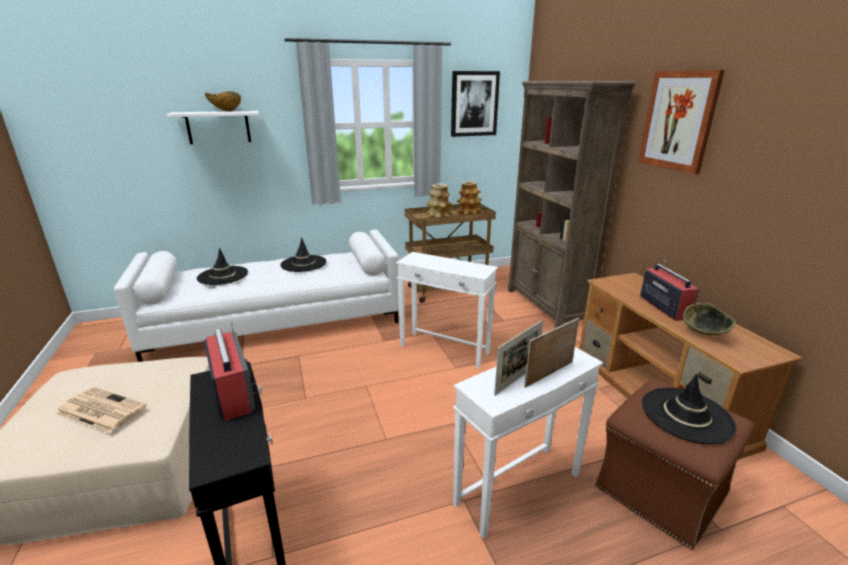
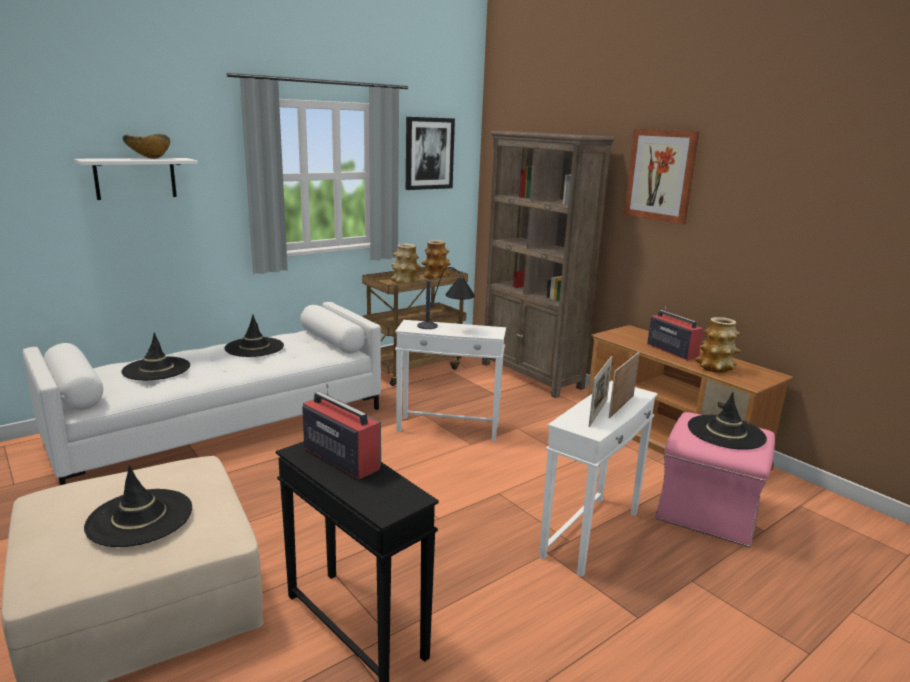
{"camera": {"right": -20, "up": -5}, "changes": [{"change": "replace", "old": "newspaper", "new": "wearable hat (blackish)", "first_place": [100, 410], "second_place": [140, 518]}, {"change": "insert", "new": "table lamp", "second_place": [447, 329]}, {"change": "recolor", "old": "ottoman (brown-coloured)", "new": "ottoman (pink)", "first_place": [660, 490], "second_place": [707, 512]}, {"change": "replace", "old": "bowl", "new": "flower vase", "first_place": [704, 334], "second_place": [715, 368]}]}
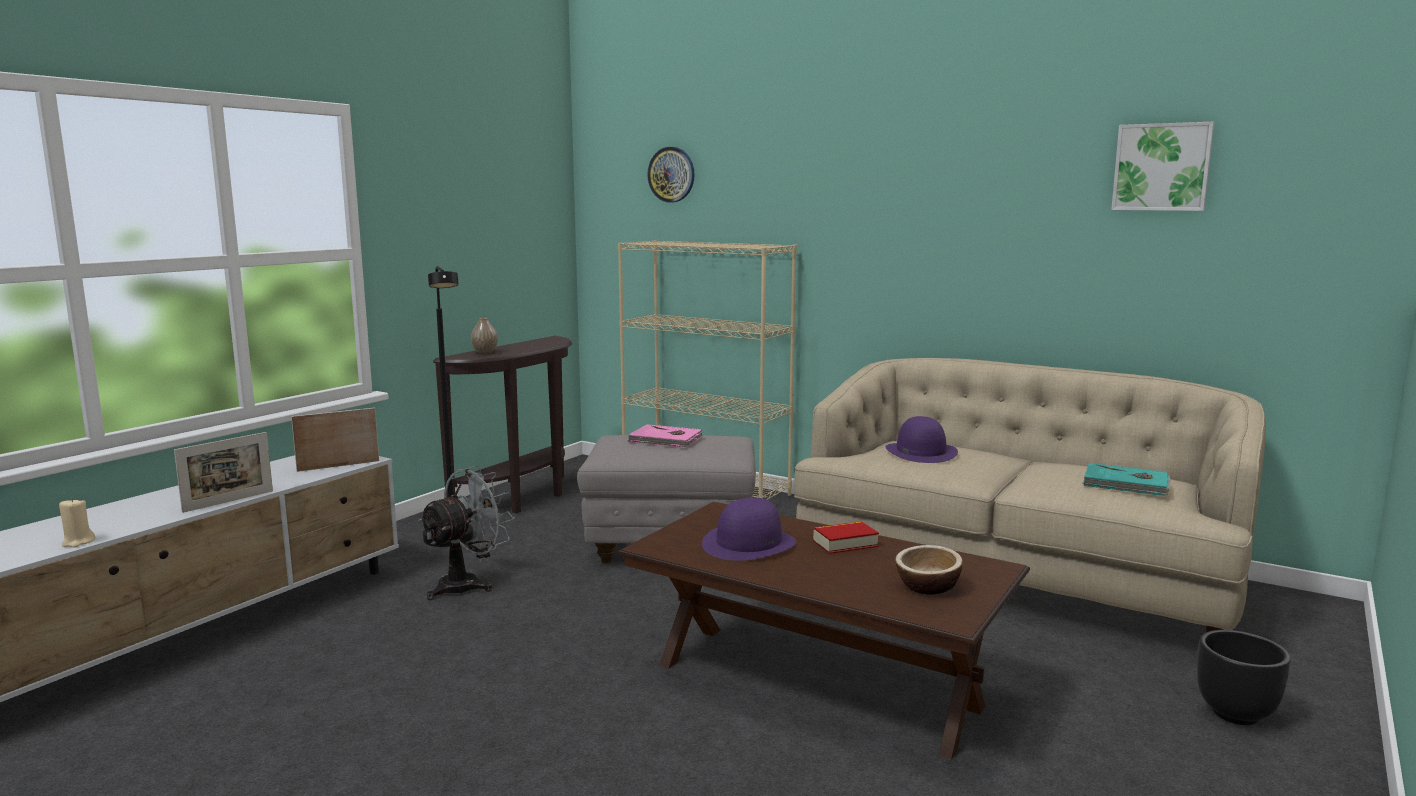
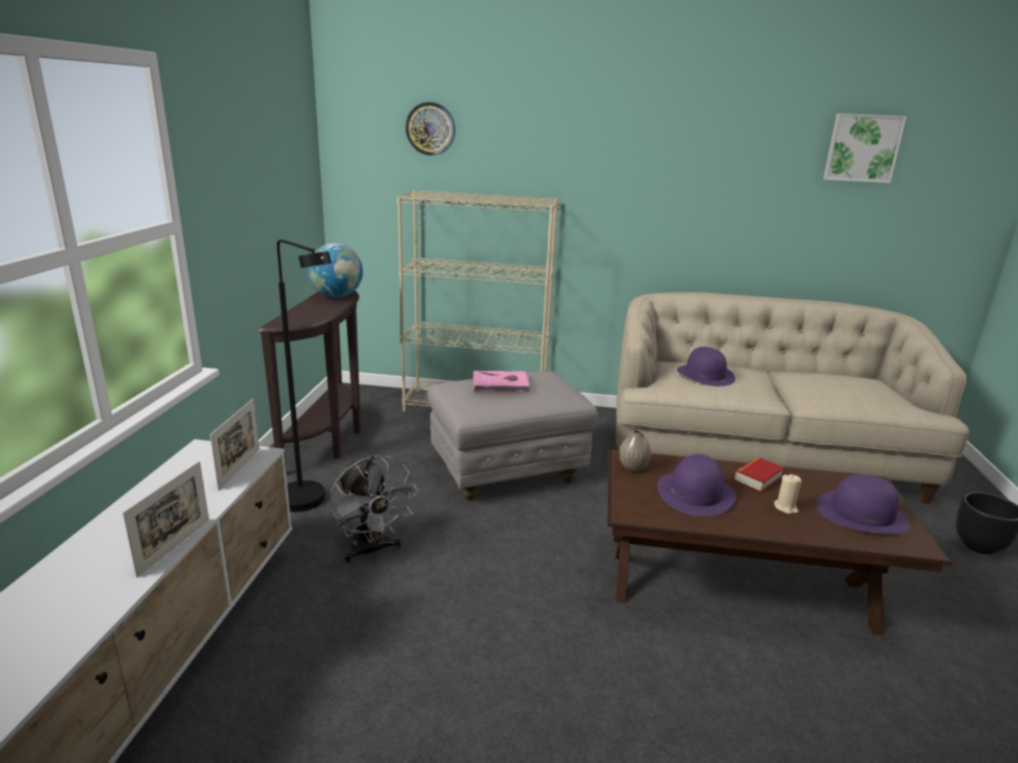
{"camera": {"right": -25, "up": 10}, "changes": [{"change": "rotate", "old": "picture frame", "first_place": [338, 466], "second_place": [239, 469], "degrees": 150}, {"change": "insert", "new": "globe", "second_place": [337, 296]}, {"change": "rotate", "old": "fan (greyish)", "first_place": [467, 584], "second_place": [372, 551], "degrees": 135}, {"change": "move", "old": "flower vase", "first_place": [485, 352], "second_place": [633, 467]}, {"change": "move", "old": "candle (beige)", "first_place": [78, 542], "second_place": [785, 508]}, {"change": "replace", "old": "bowl", "new": "wearable hat (purple-coloured)", "first_place": [927, 586], "second_place": [862, 513]}, {"change": "delete", "old": "book (turquoise)", "first_place": [1126, 484]}]}
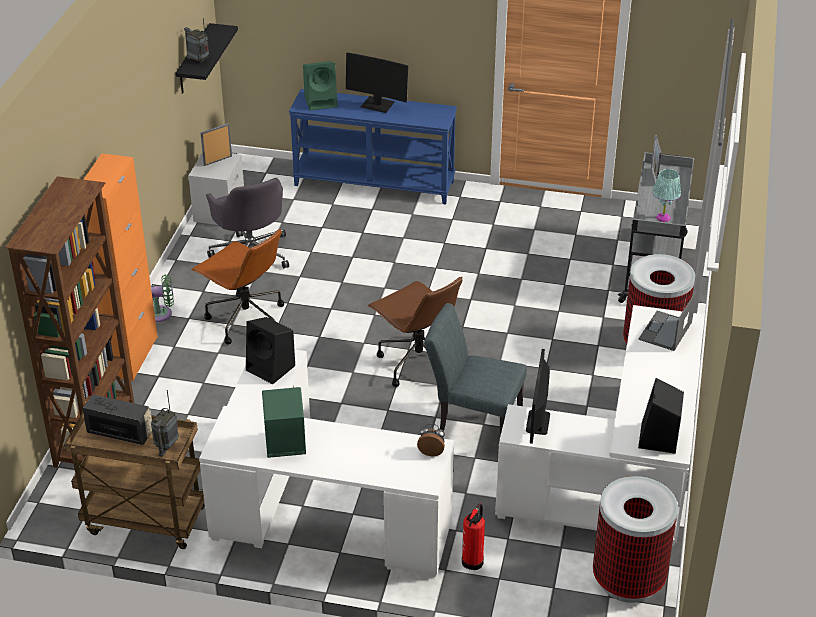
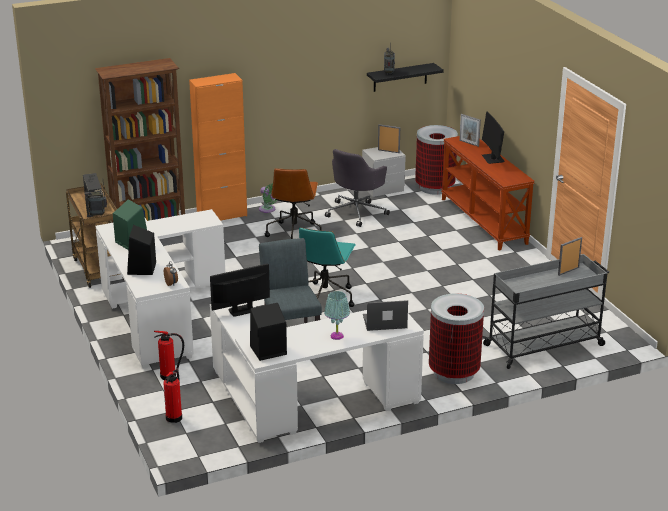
{"camera": {"right": 55, "up": -10}, "changes": [{"change": "move", "old": "loudspeaker (blackish)", "first_place": [272, 368], "second_place": [142, 269]}, {"change": "insert", "new": "fire-fighting cylinder", "second_place": [175, 417]}, {"change": "recolor", "old": "office chair (brown-coloured)", "new": "office chair (turquoise)", "first_place": [417, 363], "second_place": [325, 297]}, {"change": "move", "old": "table lamp (turquoise)", "first_place": [663, 217], "second_place": [337, 336]}, {"change": "move", "old": "trash can", "first_place": [628, 580], "second_place": [435, 187]}, {"change": "recolor", "old": "console table (blue)", "new": "console table (brown-coloured)", "first_place": [375, 183], "second_place": [484, 221]}, {"change": "replace", "old": "loudspeaker (greenish)", "new": "picture frame", "first_place": [321, 101], "second_place": [469, 143]}]}
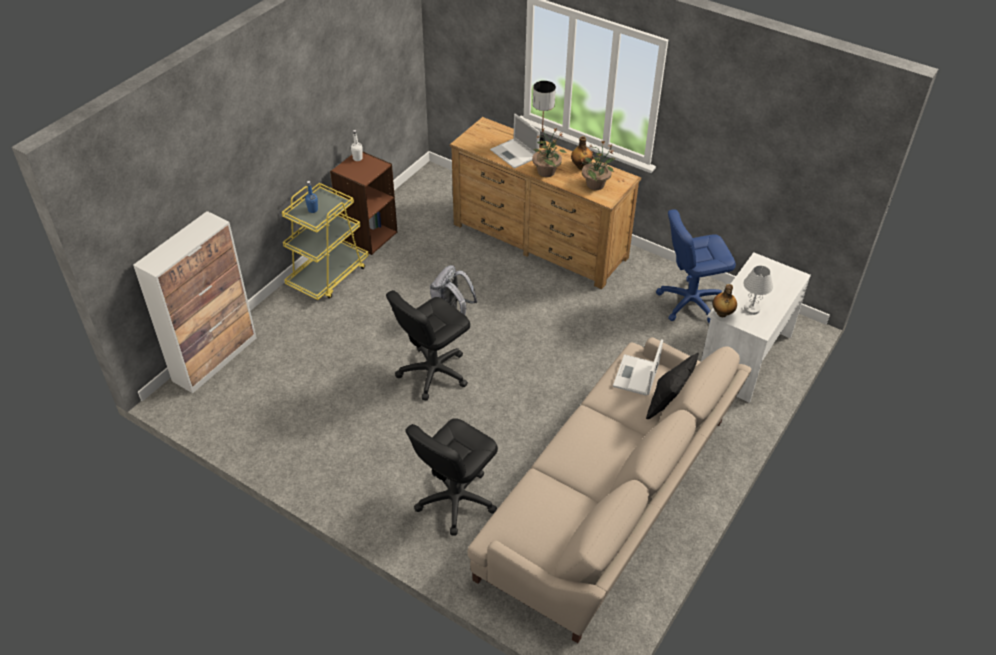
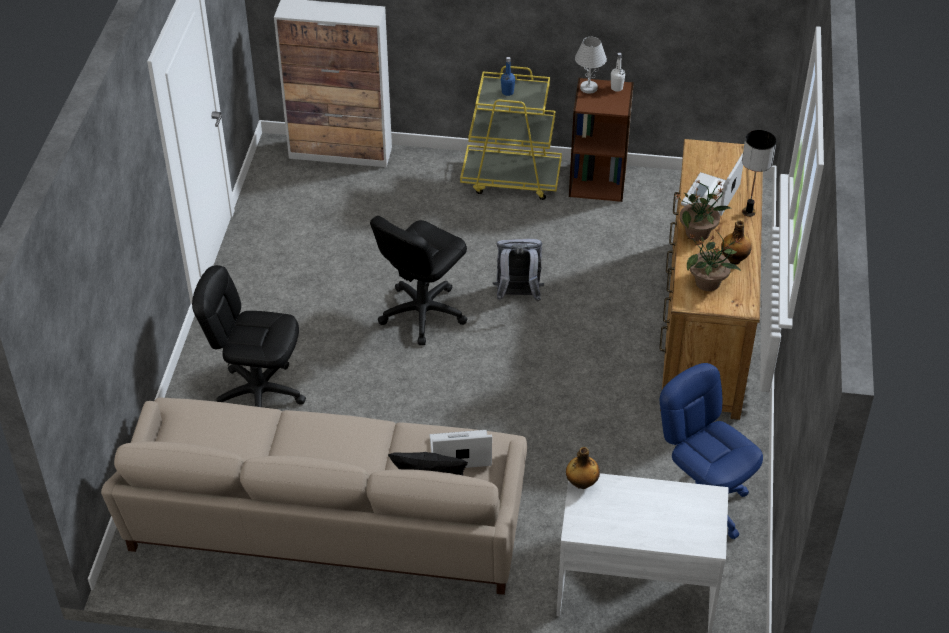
{"camera": {"right": 65, "up": 0}, "changes": [{"change": "rotate", "old": "office chair (blackish)", "first_place": [433, 372], "second_place": [422, 313], "degrees": -75}, {"change": "move", "old": "table lamp (whitish)", "first_place": [751, 308], "second_place": [588, 88]}]}
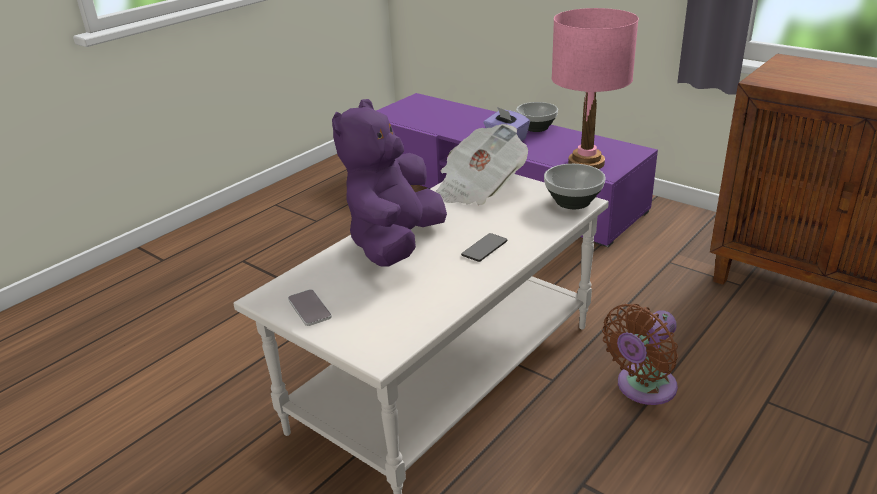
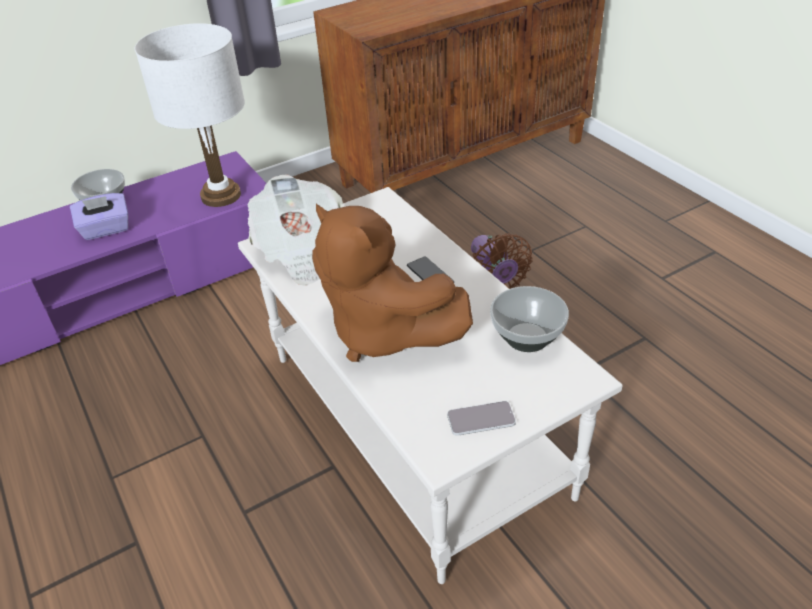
{"camera": {"right": -70, "up": 10}, "changes": [{"change": "recolor", "old": "table lamp (pink)", "new": "table lamp (whitish)", "first_place": [586, 163], "second_place": [221, 196]}, {"change": "recolor", "old": "plush toy (purple-coloured)", "new": "plush toy (brown-coloured)", "first_place": [395, 244], "second_place": [383, 333]}, {"change": "move", "old": "bowl", "first_place": [572, 201], "second_place": [525, 338]}]}
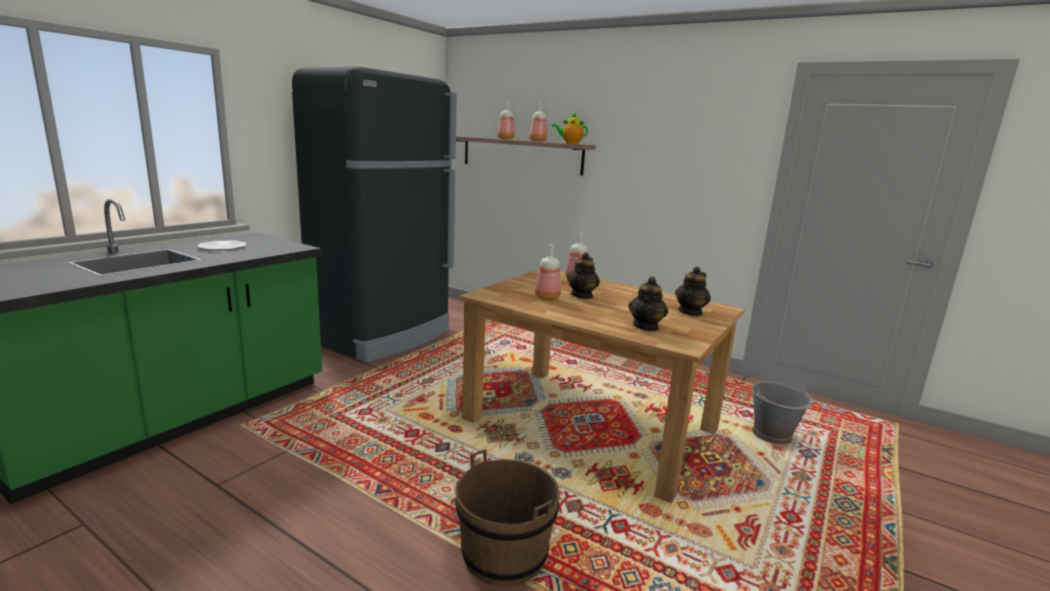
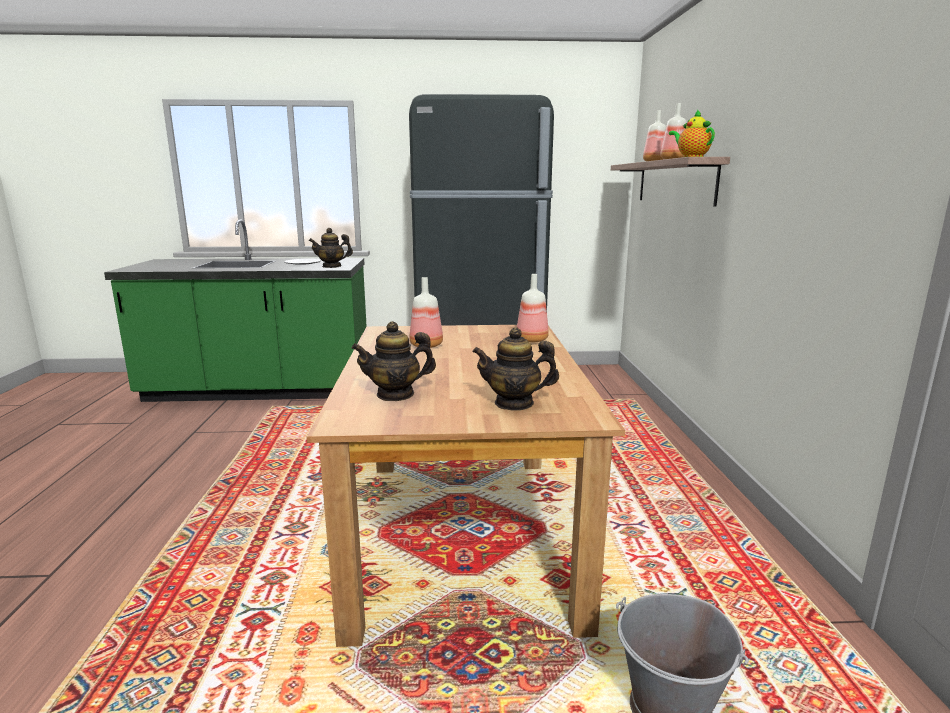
{"camera": {"right": 55, "up": 0}, "changes": [{"change": "move", "old": "tea pot", "first_place": [582, 295], "second_place": [332, 266]}, {"change": "delete", "old": "pail (brown-coloured)", "first_place": [504, 554]}]}
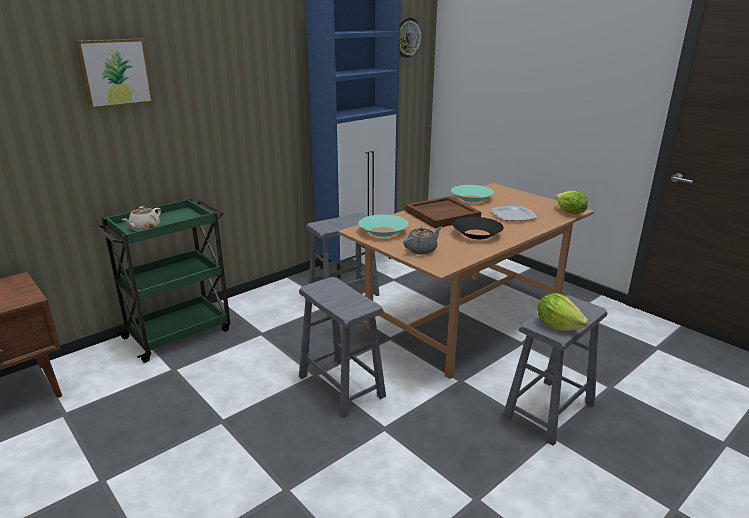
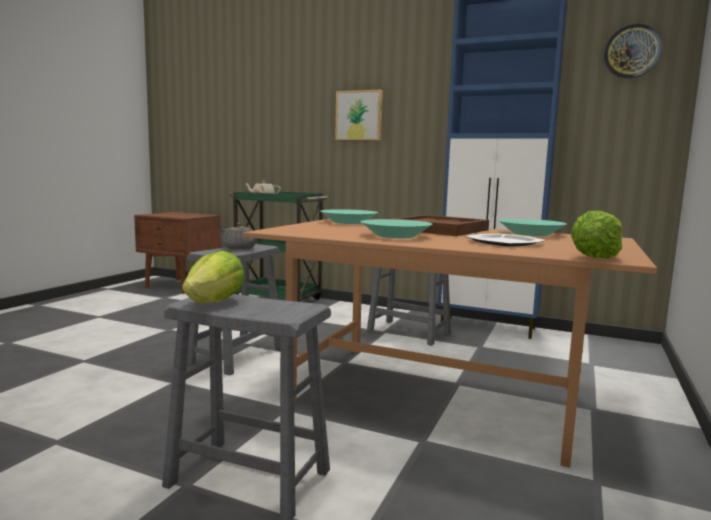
{"camera": {"right": 65, "up": -15}, "changes": [{"change": "move", "old": "tea pot (greyish)", "first_place": [422, 250], "second_place": [240, 248]}, {"change": "move", "old": "picture", "first_place": [115, 72], "second_place": [359, 116]}, {"change": "recolor", "old": "bowl (blackish)", "new": "bowl (turquoise)", "first_place": [477, 234], "second_place": [395, 236]}]}
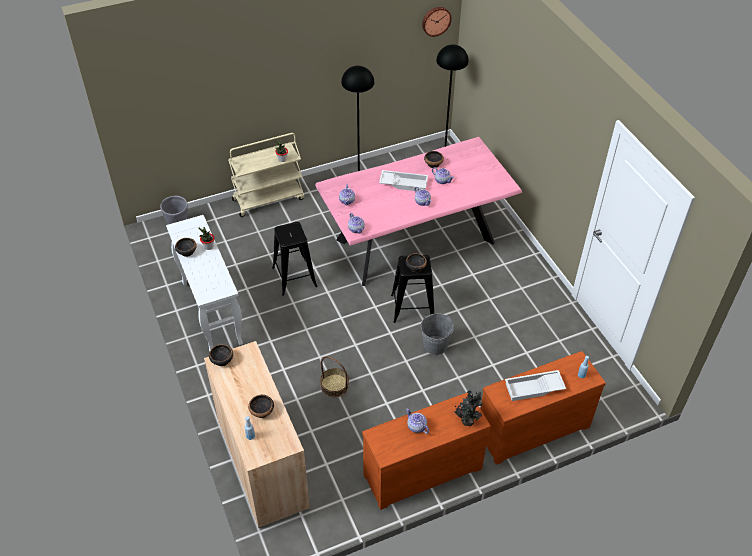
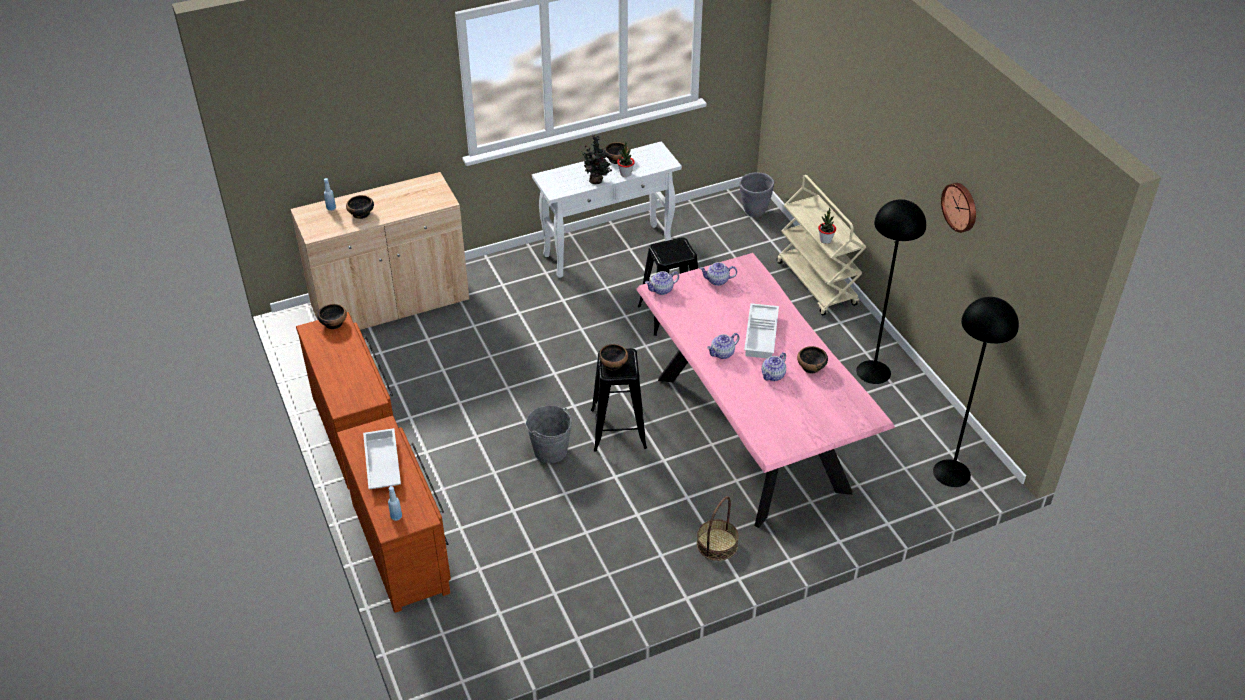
{"camera": {"right": 90, "up": -5}, "changes": [{"change": "move", "old": "bowl", "first_place": [221, 360], "second_place": [333, 323]}, {"change": "move", "old": "houseplant", "first_place": [467, 420], "second_place": [597, 181]}, {"change": "move", "old": "storage basket", "first_place": [334, 385], "second_place": [717, 544]}, {"change": "move", "old": "clock on the wall", "first_place": [436, 20], "second_place": [960, 206]}, {"change": "delete", "old": "tea pot", "first_place": [416, 426]}]}
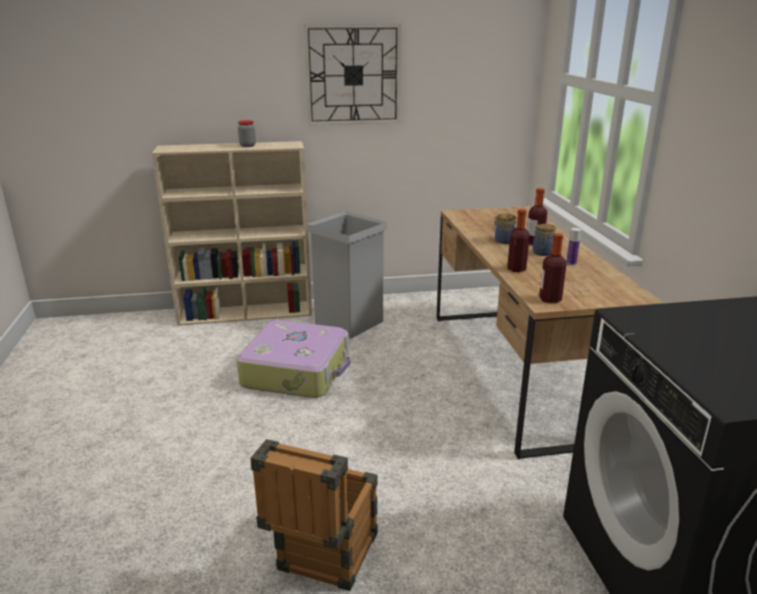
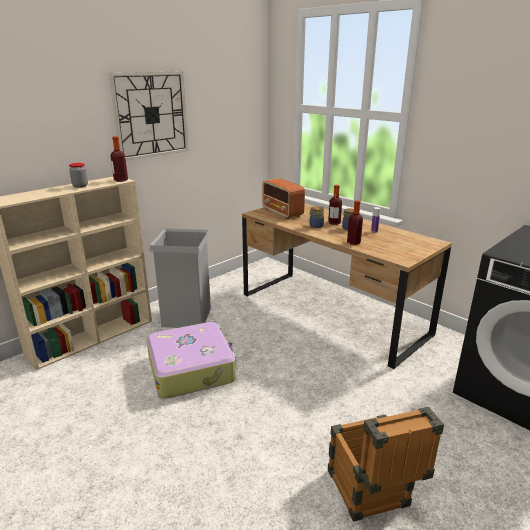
{"camera": {"right": -35, "up": 0}, "changes": [{"change": "move", "old": "drink bottle", "first_place": [550, 299], "second_place": [121, 180]}, {"change": "insert", "new": "radio set", "second_place": [282, 212]}]}
